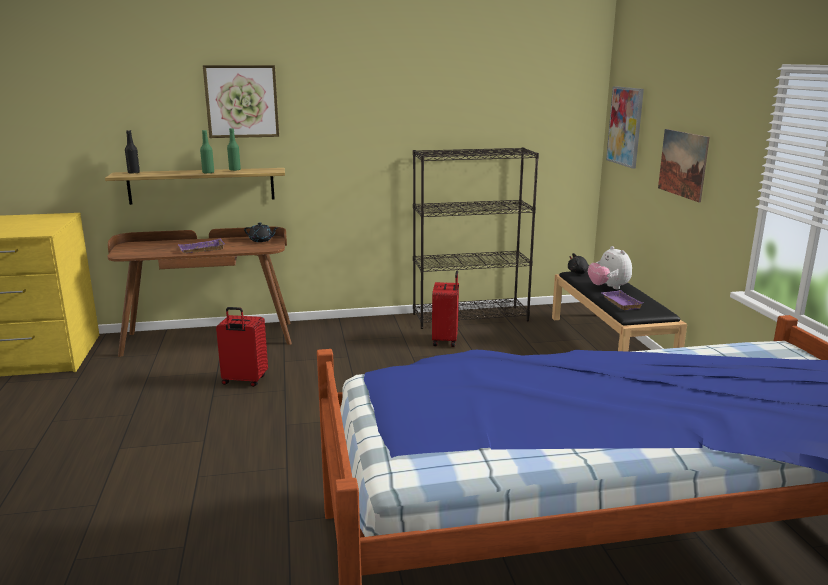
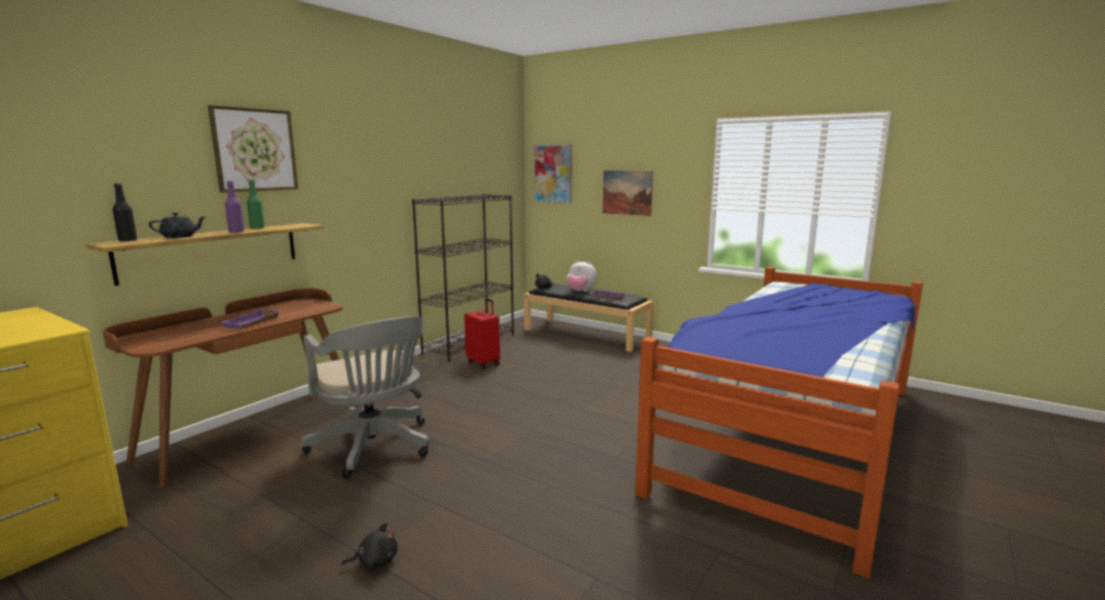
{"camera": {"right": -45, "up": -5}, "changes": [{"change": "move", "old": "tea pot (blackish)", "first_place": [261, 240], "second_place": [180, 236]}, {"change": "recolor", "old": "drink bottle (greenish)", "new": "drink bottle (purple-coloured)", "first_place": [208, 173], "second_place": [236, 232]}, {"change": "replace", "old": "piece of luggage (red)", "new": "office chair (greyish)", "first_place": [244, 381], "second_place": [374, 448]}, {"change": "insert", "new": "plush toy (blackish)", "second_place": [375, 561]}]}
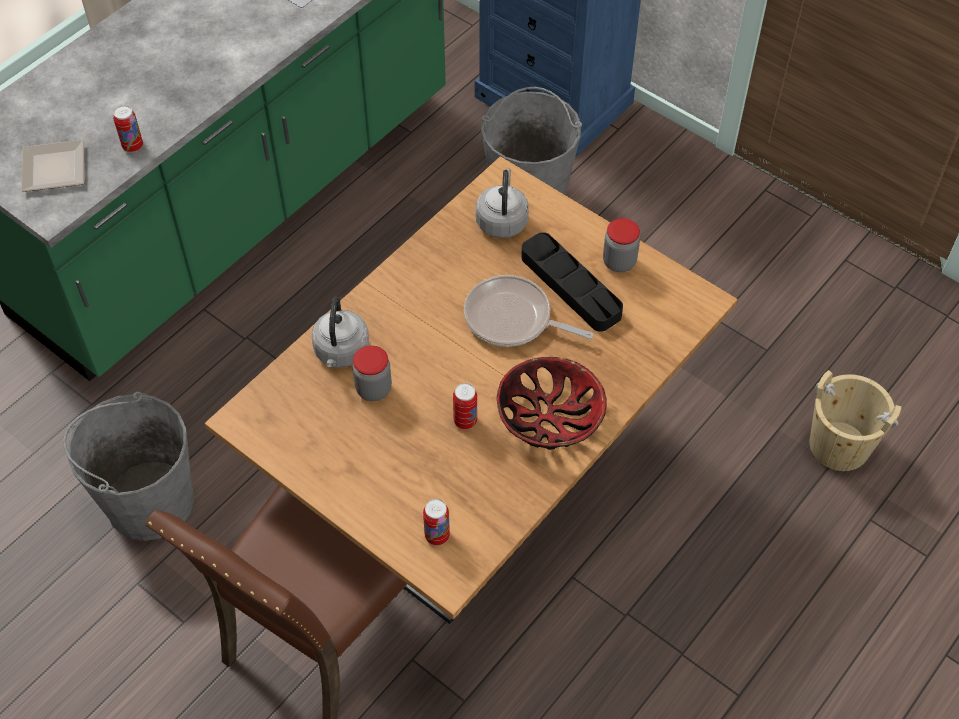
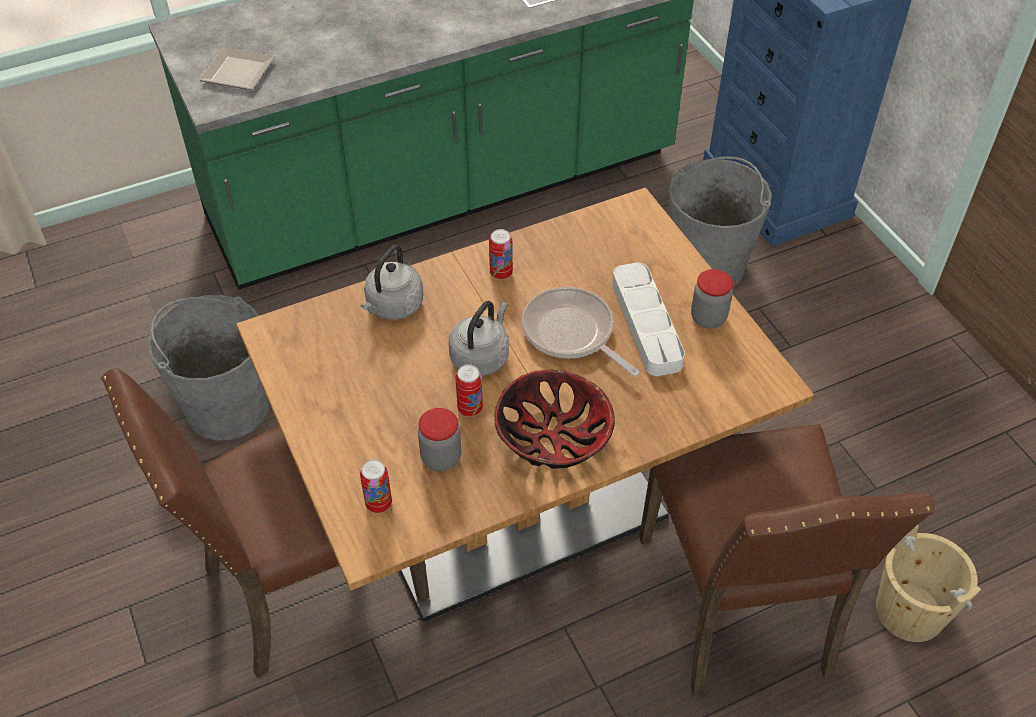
{"camera": {"right": 25, "up": -5}, "changes": [{"change": "move", "old": "storage jar", "first_place": [373, 389], "second_place": [441, 458]}, {"change": "move", "old": "tea kettle (greyish)", "first_place": [502, 220], "second_place": [481, 356]}, {"change": "move", "old": "can", "first_place": [133, 146], "second_place": [501, 273]}, {"change": "recolor", "old": "serving tray (blackish)", "new": "serving tray (whitish)", "first_place": [570, 286], "second_place": [646, 323]}, {"change": "insert", "new": "chair (brown-coloured)", "second_place": [740, 607]}]}
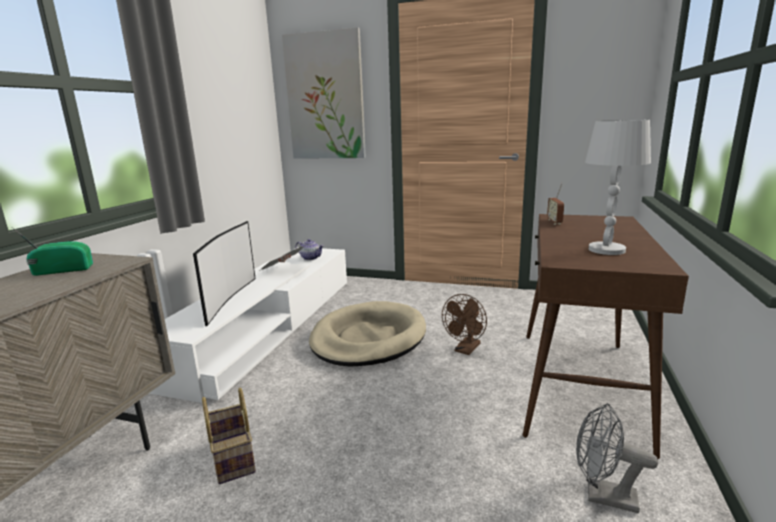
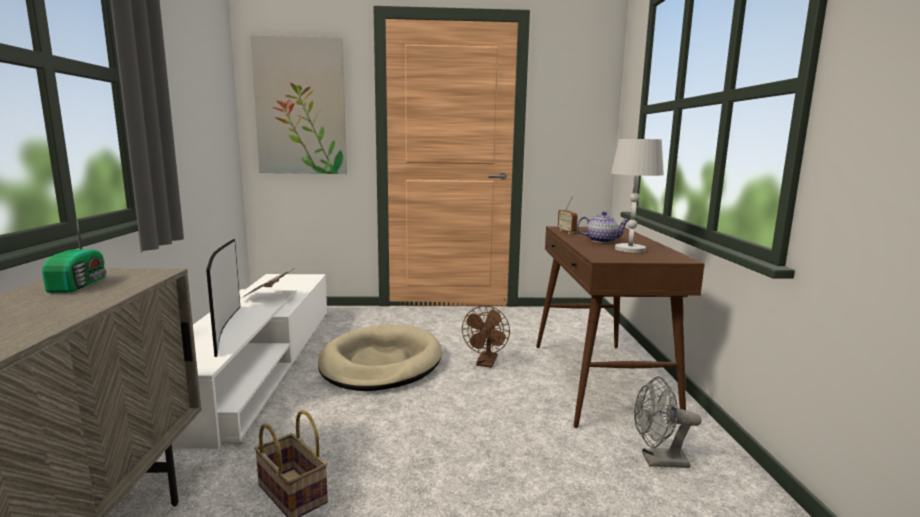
{"camera": {"right": -20, "up": -5}, "changes": [{"change": "rotate", "old": "radio set", "first_place": [62, 270], "second_place": [80, 284], "degrees": 120}, {"change": "move", "old": "tea pot", "first_place": [311, 258], "second_place": [602, 241]}]}
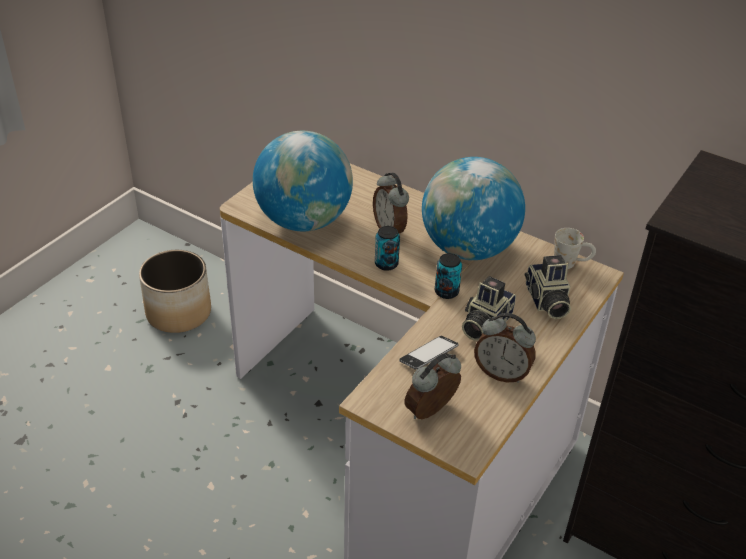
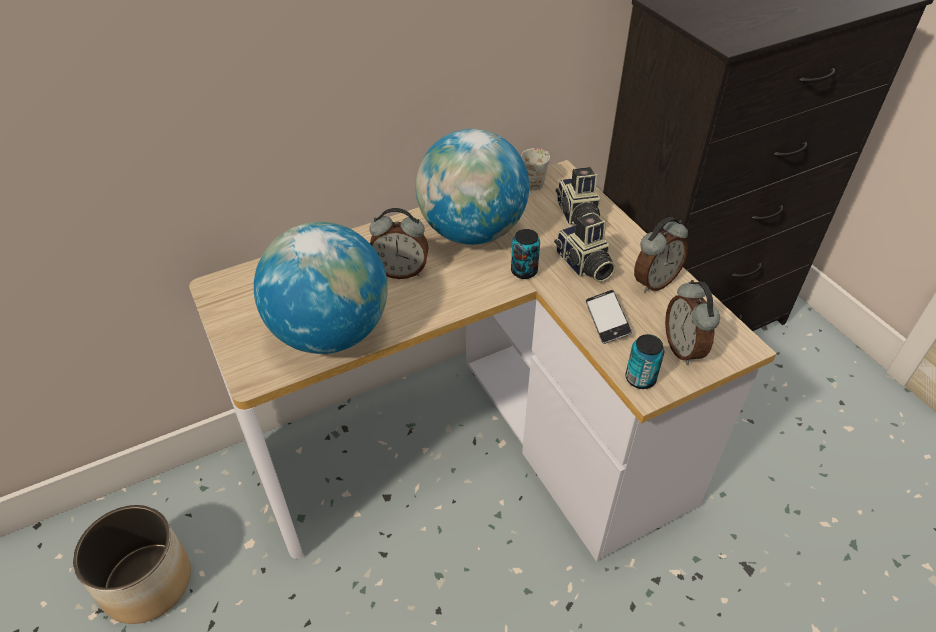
{"camera": {"right": -60, "up": 5}, "changes": [{"change": "rotate", "old": "still camera", "first_place": [546, 302], "second_place": [577, 216], "degrees": 60}, {"change": "move", "old": "can", "first_place": [386, 264], "second_place": [640, 379]}]}
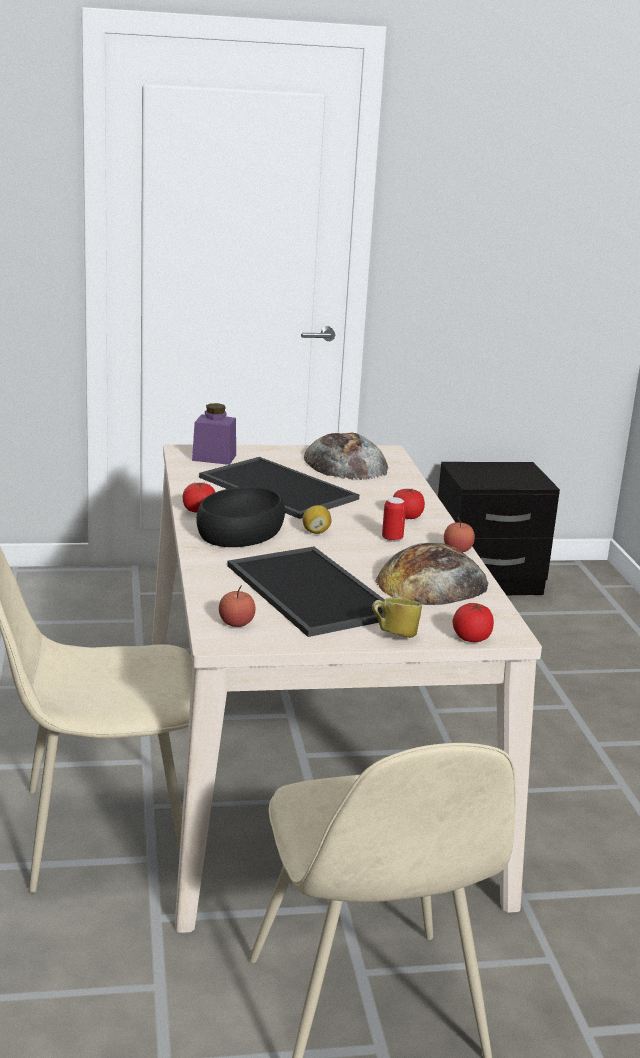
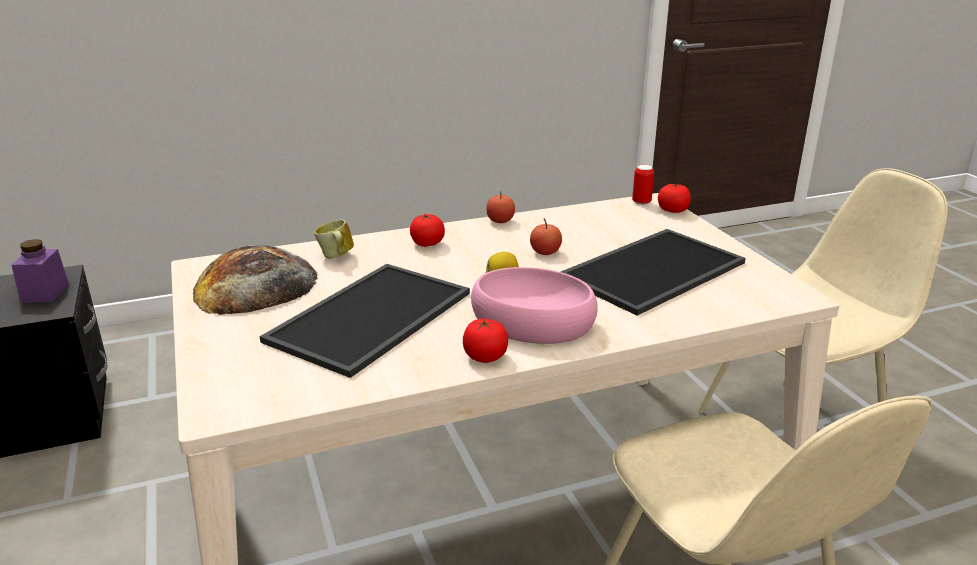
{"camera": {"right": -100, "up": 5}, "changes": [{"change": "move", "old": "storage jar (purple-coloured)", "first_place": [214, 458], "second_place": [45, 293]}, {"change": "move", "old": "mug", "first_place": [394, 635], "second_place": [336, 257]}, {"change": "recolor", "old": "bowl (blackish)", "new": "bowl (pink)", "first_place": [240, 530], "second_place": [531, 322]}, {"change": "move", "old": "apple", "first_place": [236, 623], "second_place": [545, 252]}, {"change": "move", "old": "can", "first_place": [392, 538], "second_place": [641, 202]}, {"change": "delete", "old": "baked bread", "first_place": [432, 582]}]}
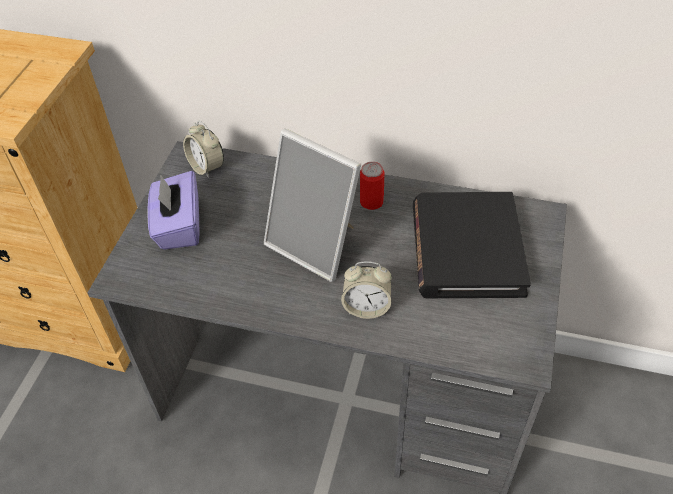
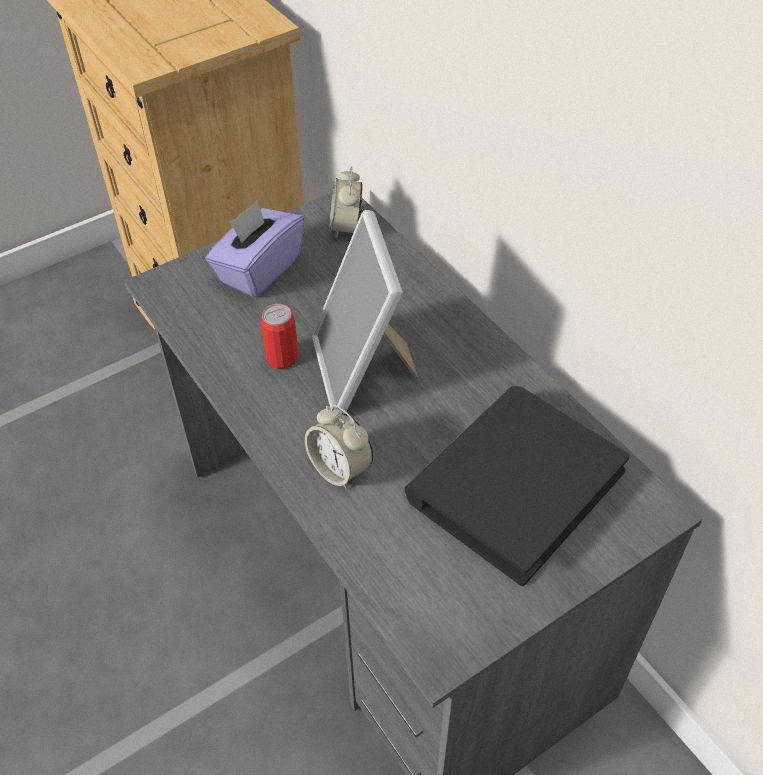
{"camera": {"right": 40, "up": 0}, "changes": [{"change": "move", "old": "can", "first_place": [371, 202], "second_place": [282, 357]}]}
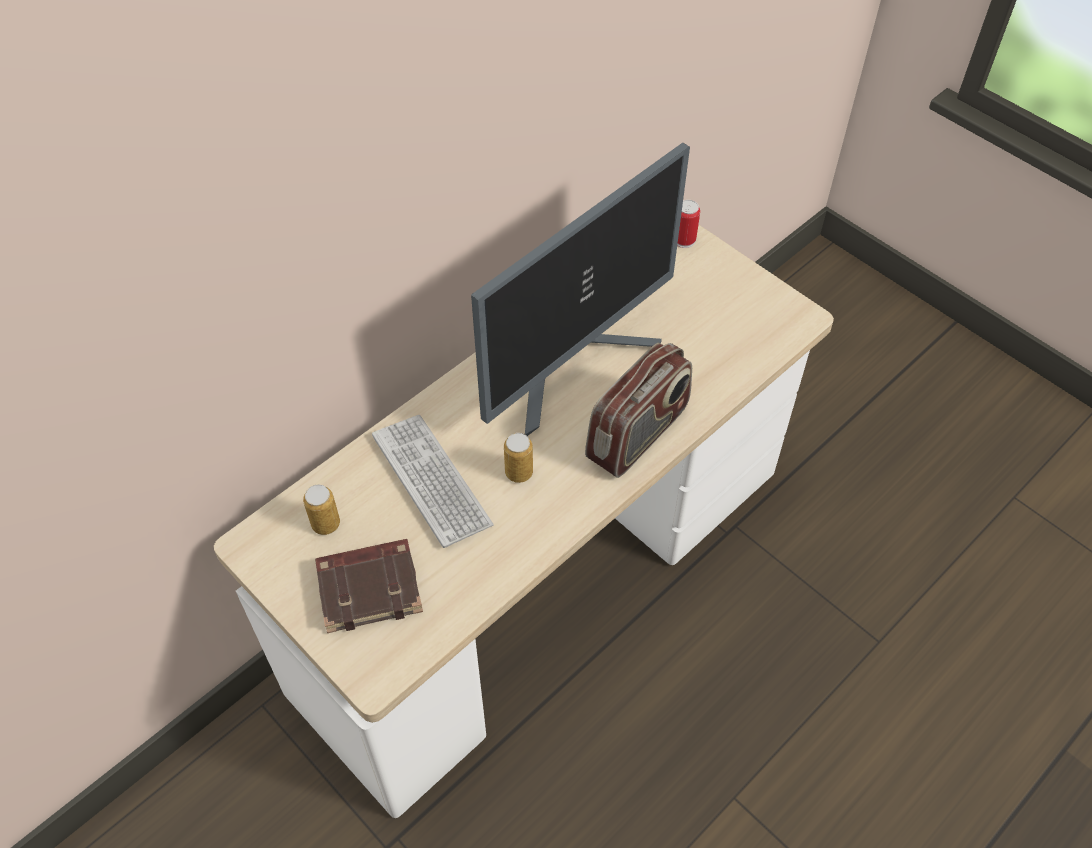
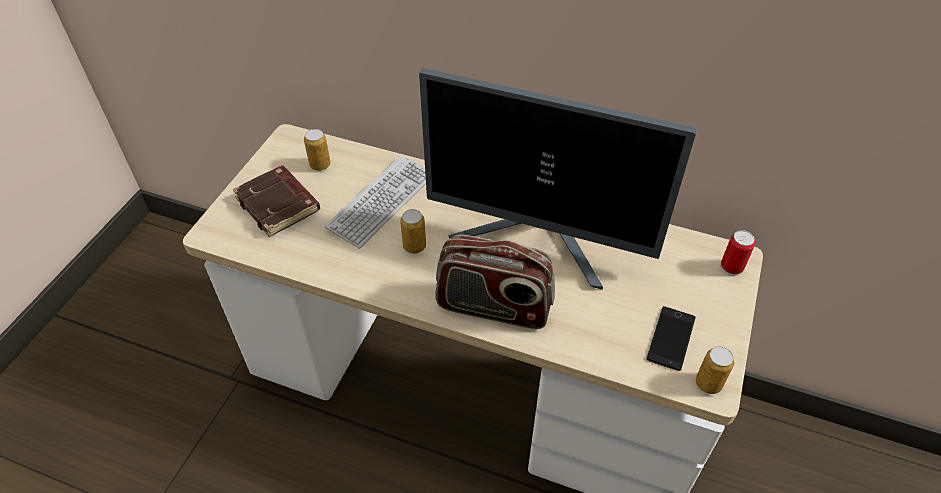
{"camera": {"right": 65, "up": -5}, "changes": [{"change": "insert", "new": "telephone", "second_place": [671, 338]}, {"change": "insert", "new": "can", "second_place": [708, 383]}]}
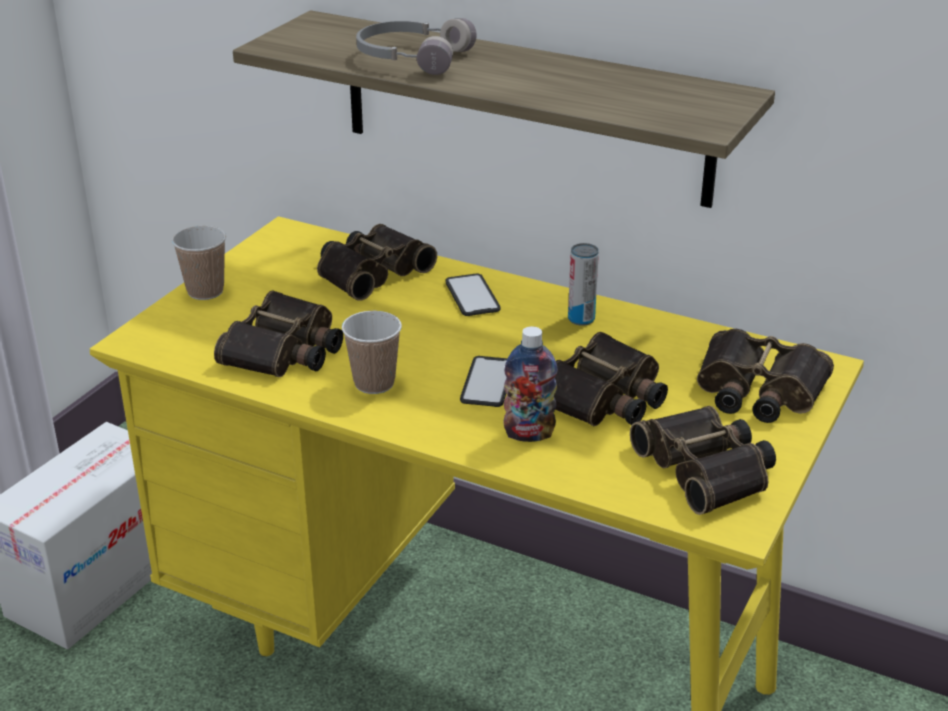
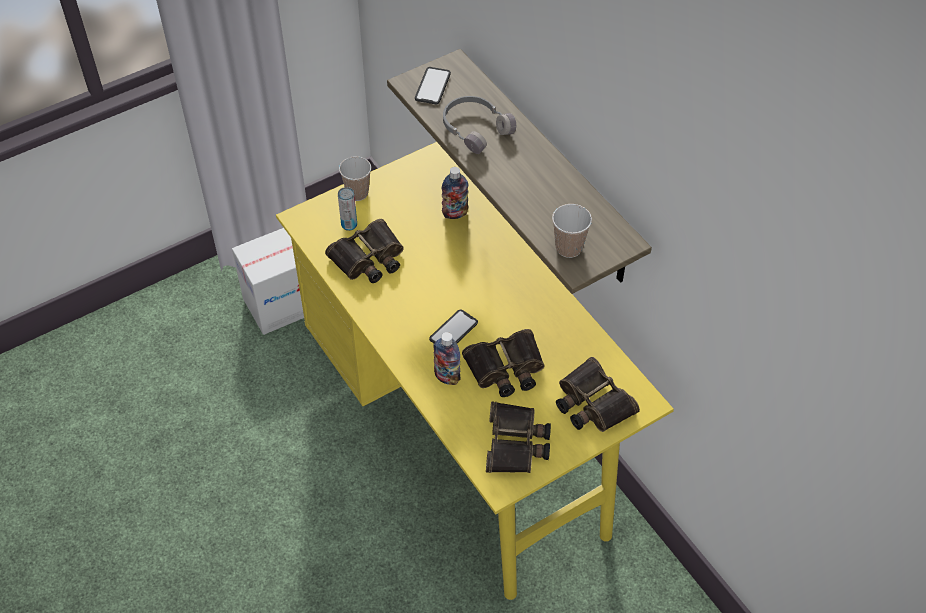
{"camera": {"right": 30, "up": 20}, "changes": [{"change": "move", "old": "can", "first_place": [581, 319], "second_place": [349, 225]}, {"change": "move", "old": "telephone", "first_place": [472, 296], "second_place": [432, 86]}, {"change": "replace", "old": "field glasses", "new": "drink bottle", "first_place": [370, 271], "second_place": [455, 213]}, {"change": "move", "old": "small cup", "first_place": [374, 383], "second_place": [569, 248]}]}
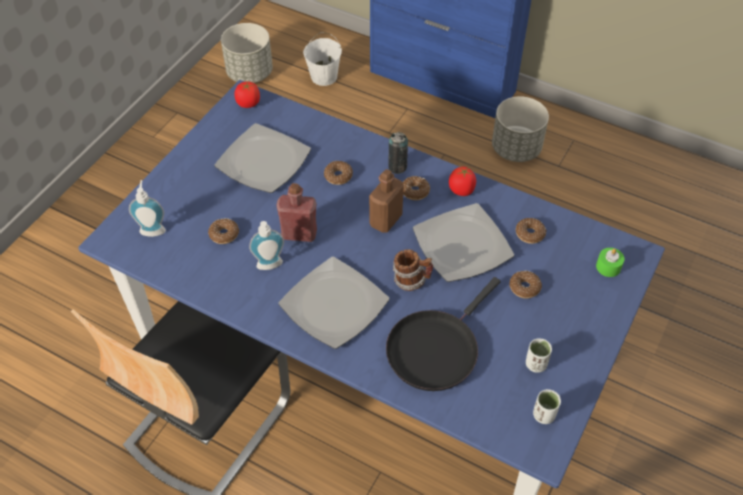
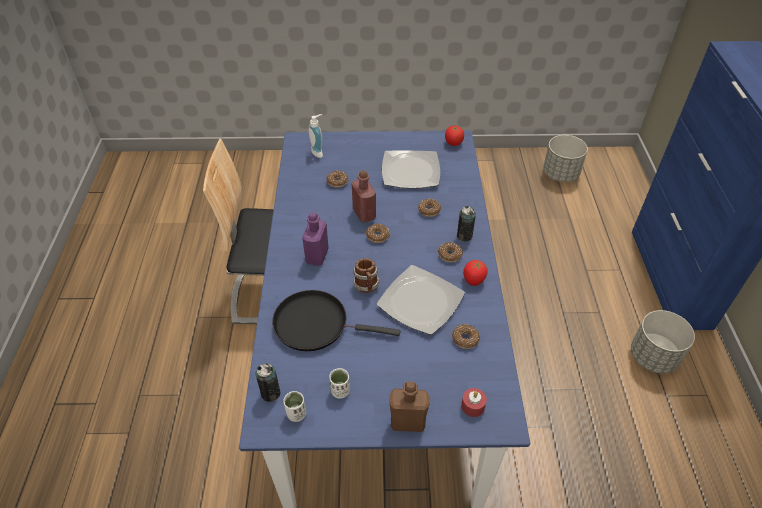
{"camera": {"right": 60, "up": -5}, "changes": [{"change": "insert", "new": "can", "second_place": [270, 393]}, {"change": "replace", "old": "plate", "new": "drink bottle (purple-coloured)", "first_place": [334, 306], "second_place": [317, 256]}, {"change": "move", "old": "donut", "first_place": [524, 287], "second_place": [377, 236]}, {"change": "move", "old": "drink bottle (brown-coloured)", "first_place": [385, 220], "second_place": [408, 422]}, {"change": "recolor", "old": "candle (greenish)", "new": "candle (red)", "first_place": [608, 267], "second_place": [473, 406]}, {"change": "delete", "old": "liquid soap bottle", "first_place": [270, 267]}, {"change": "delete", "old": "pail (whitish)", "first_place": [324, 76]}]}
